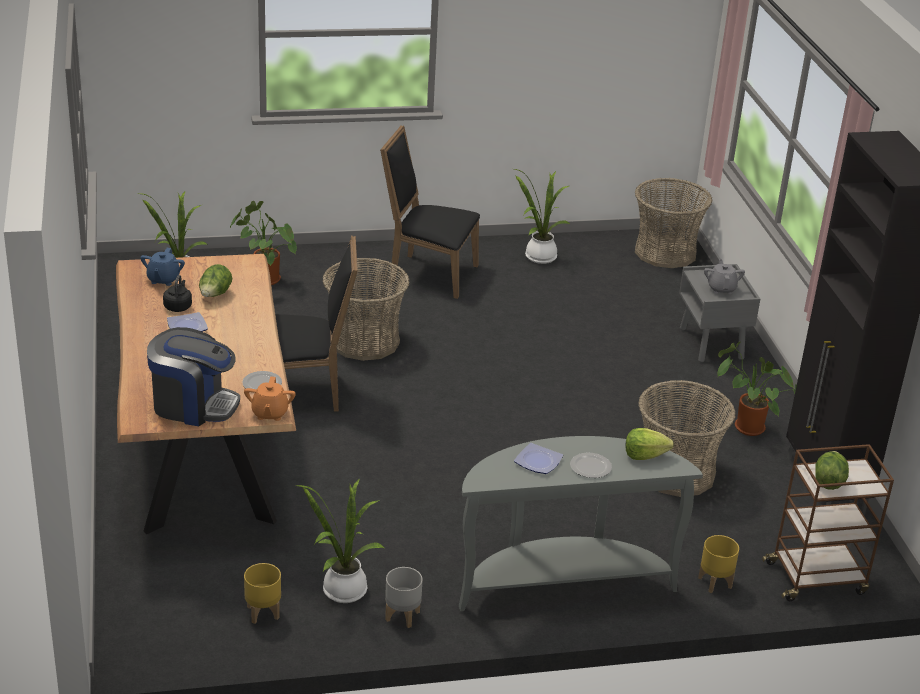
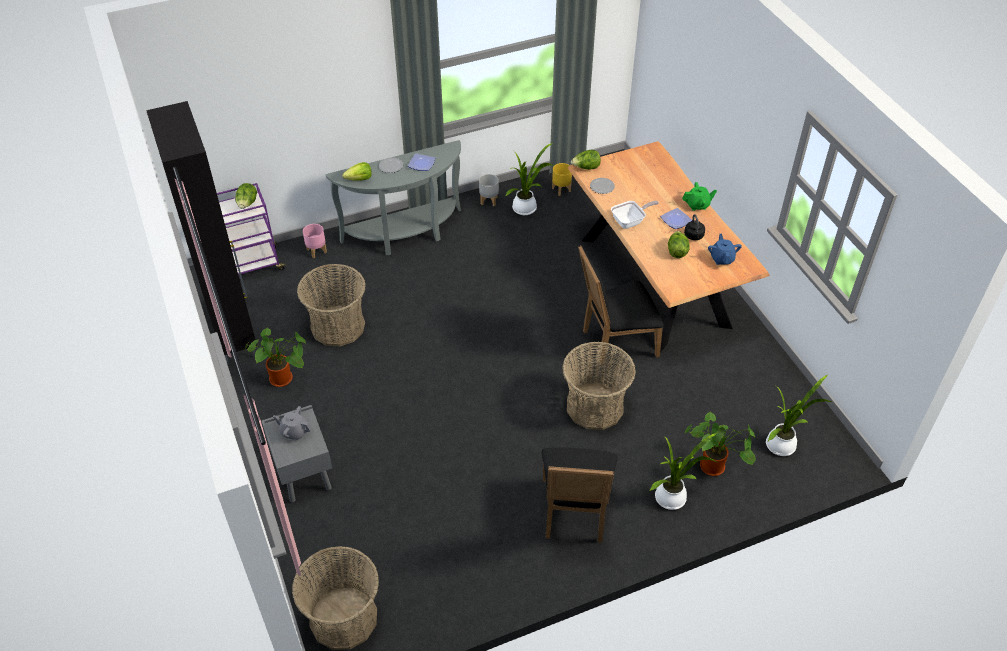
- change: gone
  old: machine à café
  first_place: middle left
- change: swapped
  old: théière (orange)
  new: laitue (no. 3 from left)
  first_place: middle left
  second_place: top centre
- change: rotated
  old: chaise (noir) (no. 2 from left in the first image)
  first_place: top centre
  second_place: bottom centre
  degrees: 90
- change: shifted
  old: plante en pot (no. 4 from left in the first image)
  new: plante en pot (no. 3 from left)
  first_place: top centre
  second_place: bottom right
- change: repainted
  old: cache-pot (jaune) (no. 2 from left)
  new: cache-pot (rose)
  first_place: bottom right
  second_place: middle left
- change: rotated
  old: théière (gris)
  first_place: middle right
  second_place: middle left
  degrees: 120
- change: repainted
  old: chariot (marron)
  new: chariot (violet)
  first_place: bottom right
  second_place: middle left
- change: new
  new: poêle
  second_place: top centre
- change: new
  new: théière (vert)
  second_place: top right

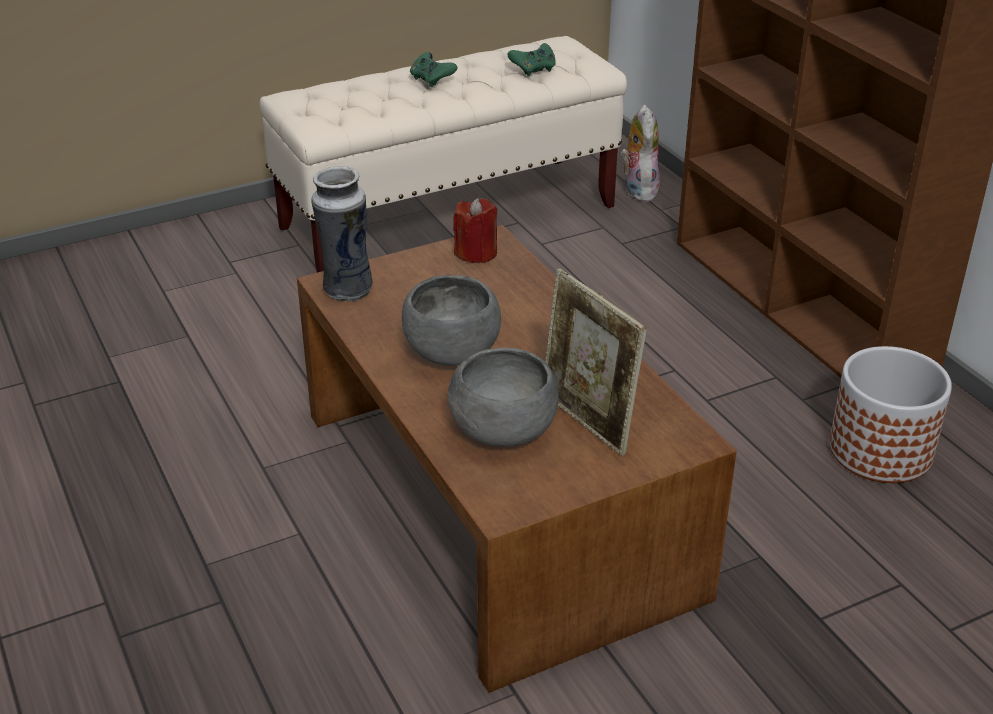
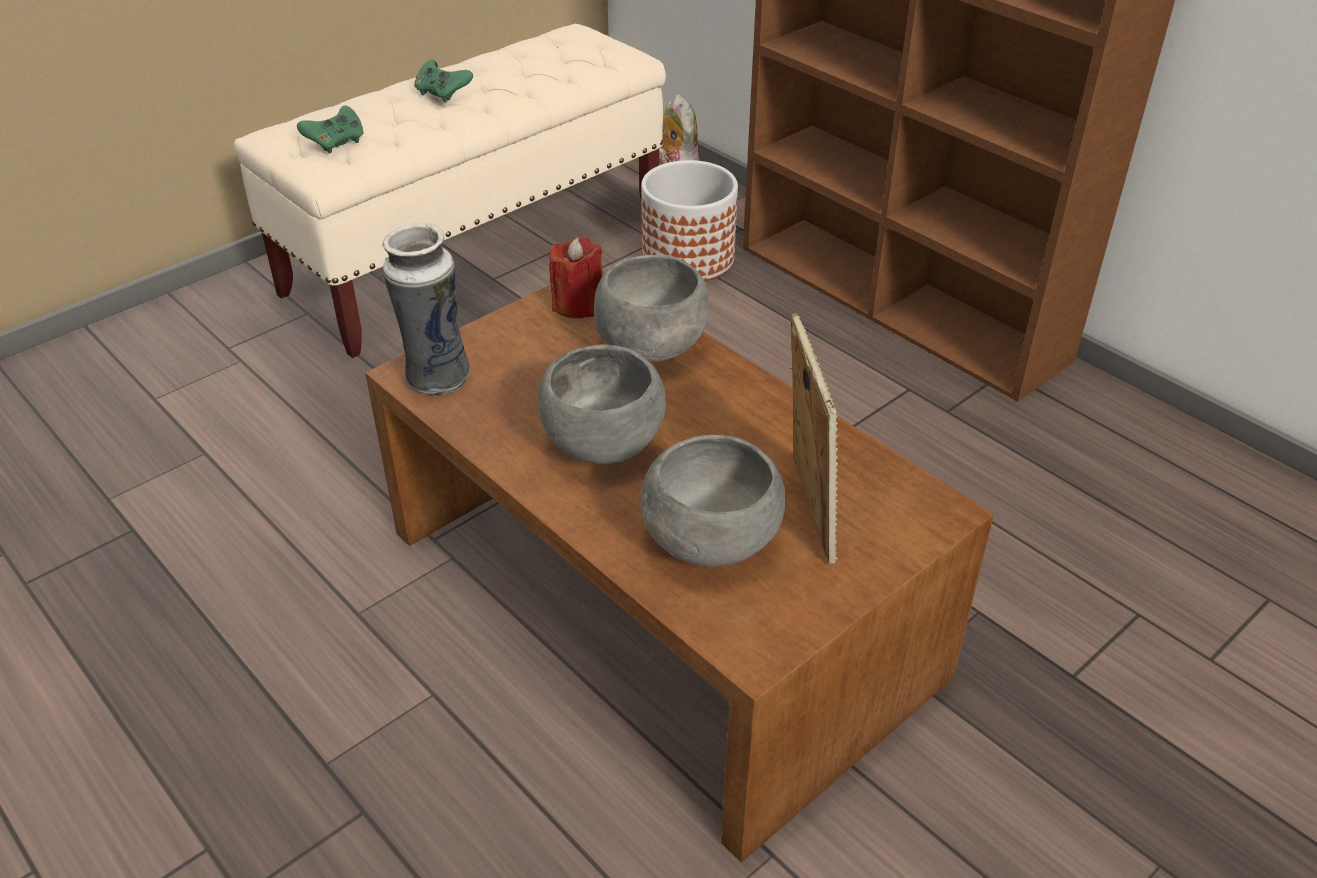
- change: shifted
  old: manette (vert) (no. 2 from left in the first image)
  new: manette (vert) (no. 1 from left)
  first_place: top centre
  second_place: top left
- change: rotated
  old: cadre photo
  first_place: centre
  second_place: centre
  degrees: -135
- change: shifted
  old: cache-pot
  first_place: middle right
  second_place: top centre
- change: new
  new: bol (gris) (no. 2 from left)
  second_place: centre

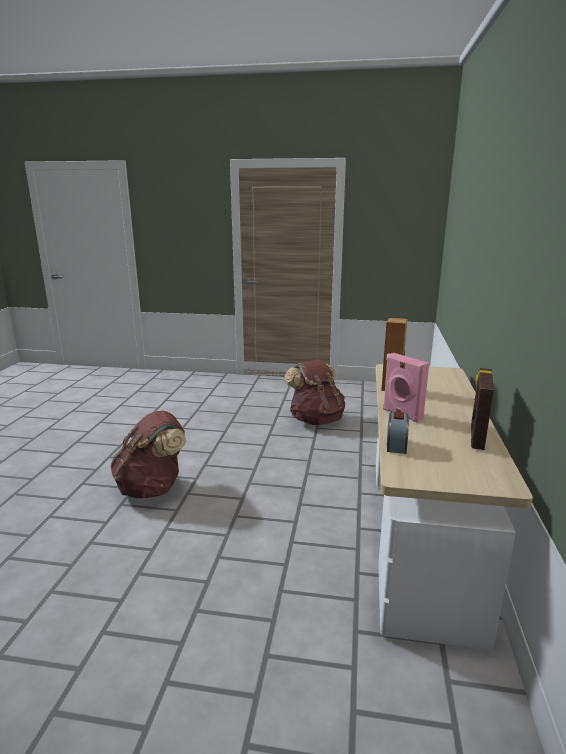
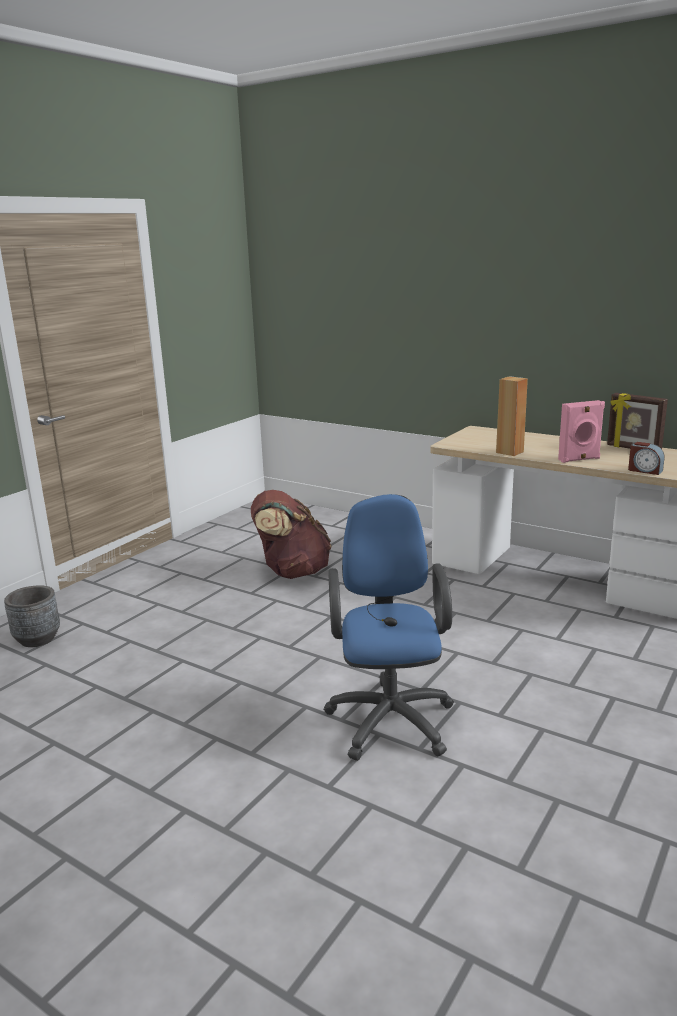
- change: swapped
  old: sac à dos (marron) (no. 1 from left)
  new: chaise de bureau (bleu)
  first_place: middle left
  second_place: centre
- change: new
  new: cache-pot (gris)
  second_place: middle left

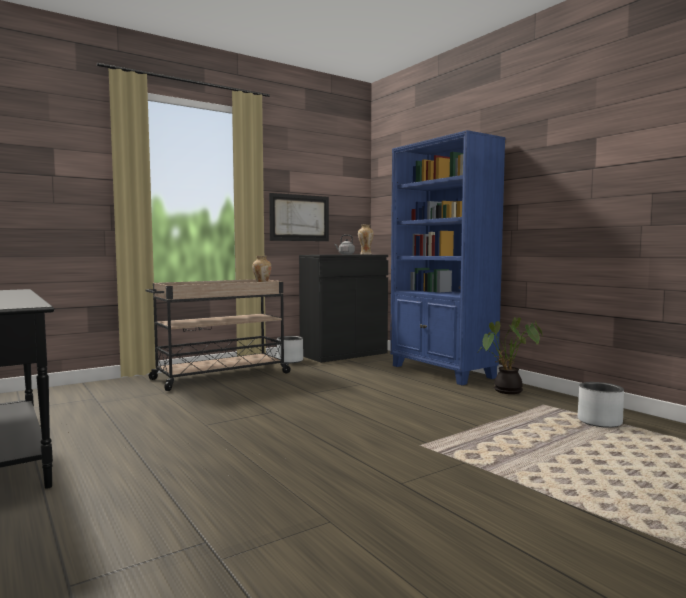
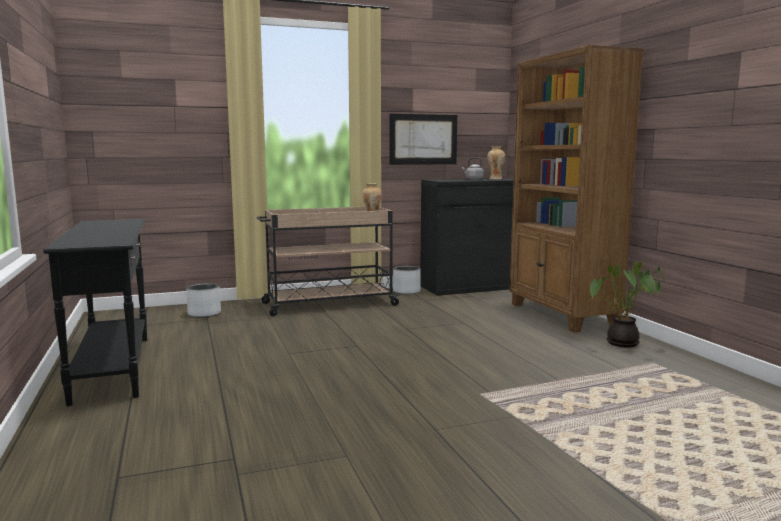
- change: repainted
  old: bibliothèque (bleu)
  new: bibliothèque (marron)
  first_place: centre
  second_place: middle right
- change: shifted
  old: cache-pot (gris) (no. 2 from left in the first image)
  new: cache-pot (gris) (no. 1 from left)
  first_place: bottom right
  second_place: middle left

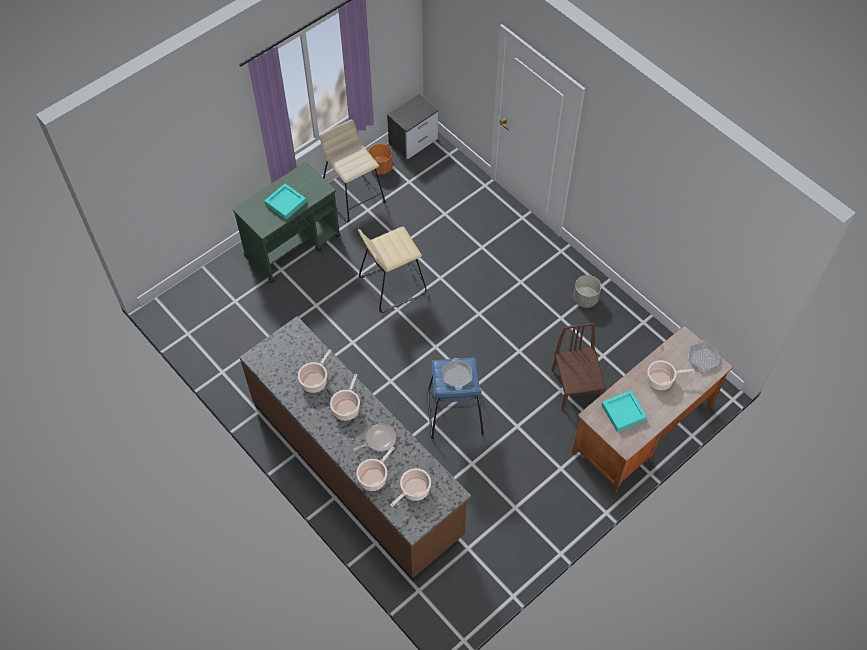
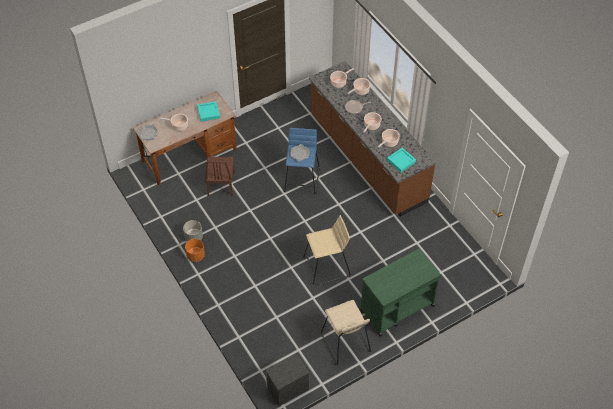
- change: shifted
  old: plateau (turquoise) (no. 1 from left in the first image)
  new: plateau (turquoise) (no. 2 from left)
  first_place: top left
  second_place: centre
- change: shifted
  old: cache-pot (orange)
  first_place: top centre
  second_place: middle left

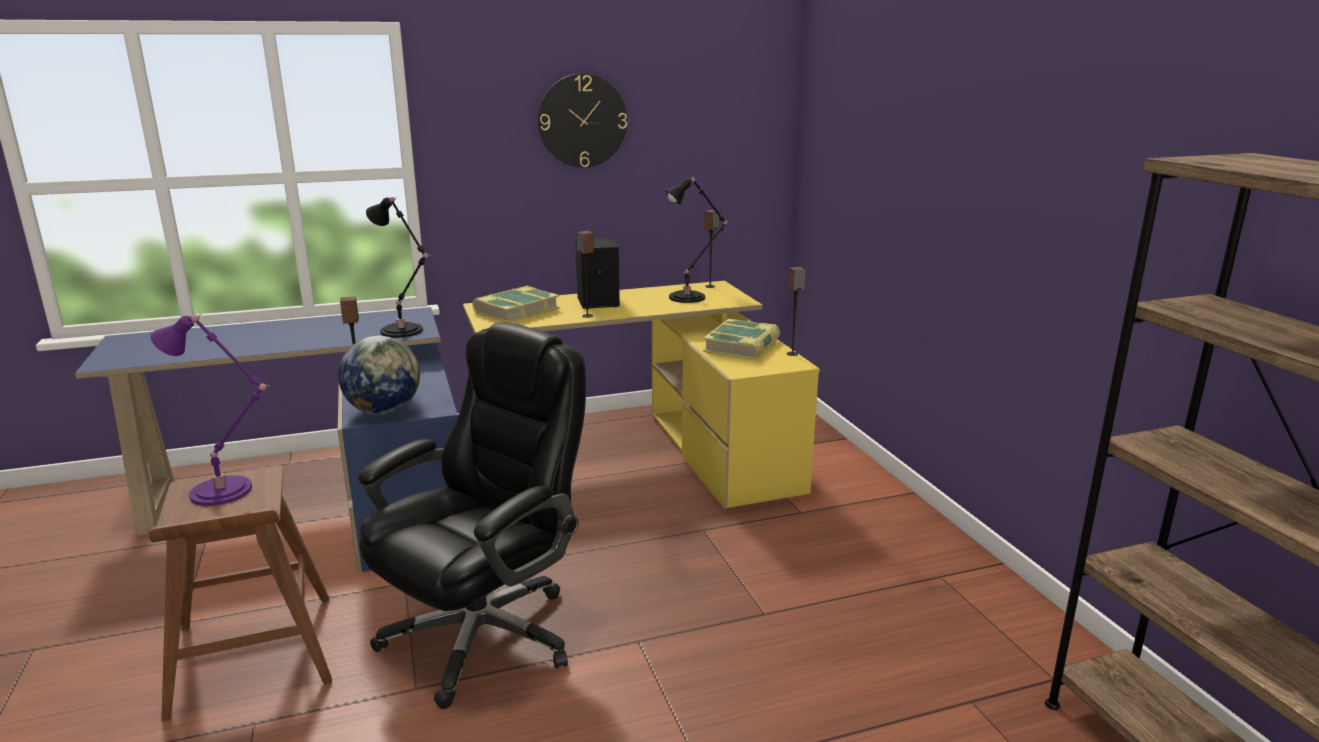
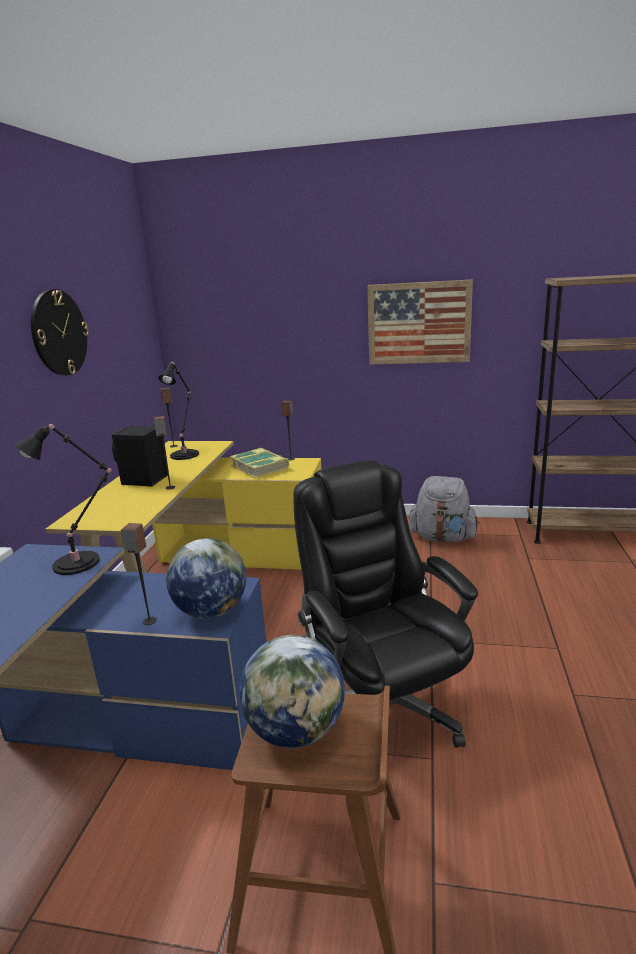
- change: swapped
  old: lampe de table (violet)
  new: globe (no. 2 from left)
  first_place: middle left
  second_place: bottom centre
- change: gone
  old: livre (no. 1 from left)
  first_place: centre
- change: new
  new: tableau
  second_place: centre
- change: new
  new: sac à dos (gris)
  second_place: middle right

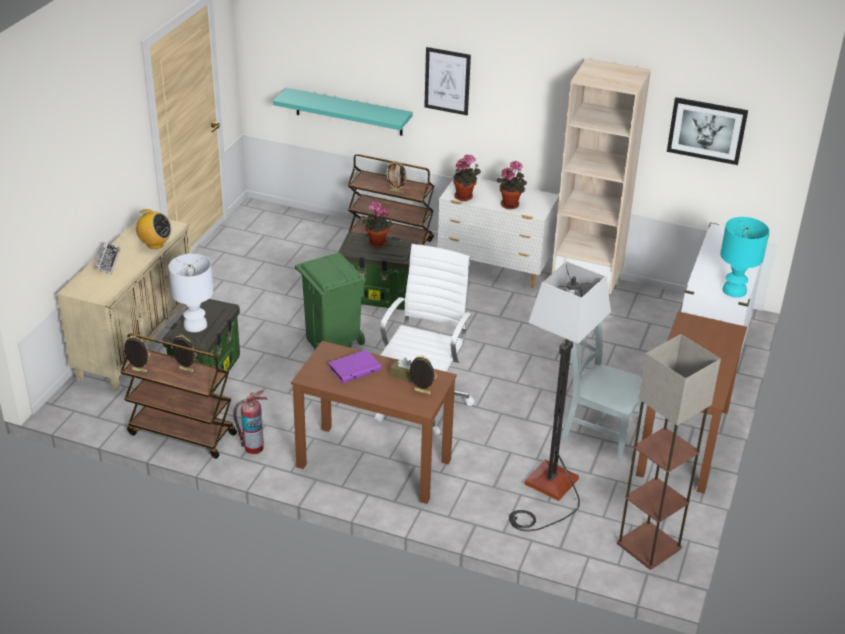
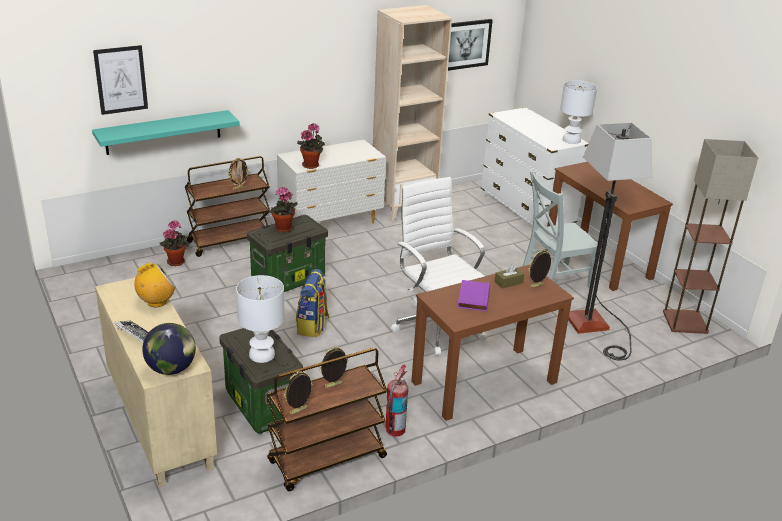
- change: swapped
  old: poubelle (vert)
  new: sac à dos
  first_place: centre
  second_place: centre
- change: shifted
  old: tableau (no. 1 from left)
  first_place: top centre
  second_place: top left
- change: shifted
  old: plante en pot (no. 3 from left in the first image)
  new: plante en pot (no. 1 from left)
  first_place: top centre
  second_place: middle left
- change: repainted
  old: lampe de table (turquoise)
  new: lampe de table (blanc) (no. 2 from left)
  first_place: middle right
  second_place: top right
- change: new
  new: globe
  second_place: bottom left

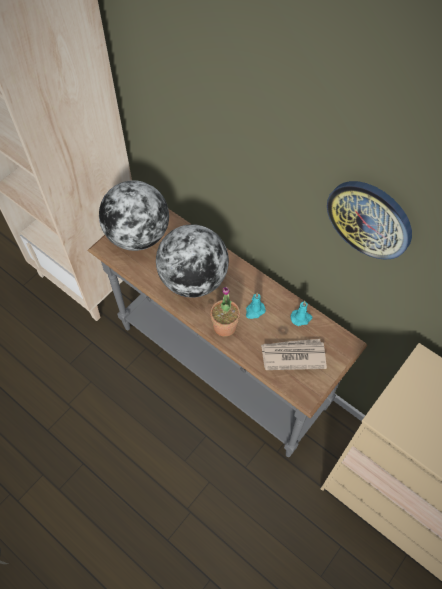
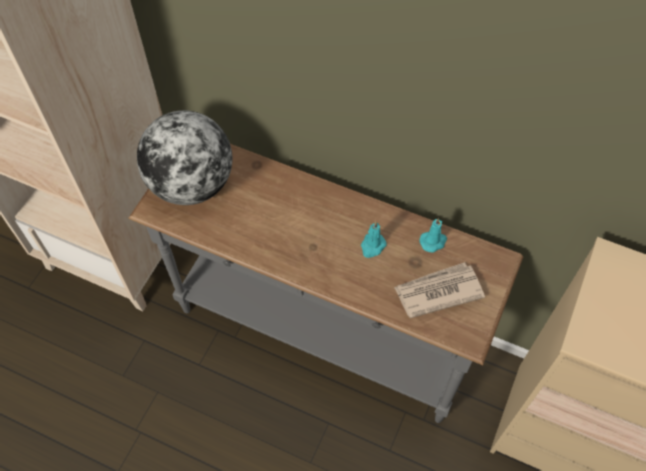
- change: gone
  old: globe (no. 2 from left)
  first_place: centre
- change: gone
  old: plante en pot
  first_place: centre
- change: gone
  old: horloge murale
  first_place: middle right

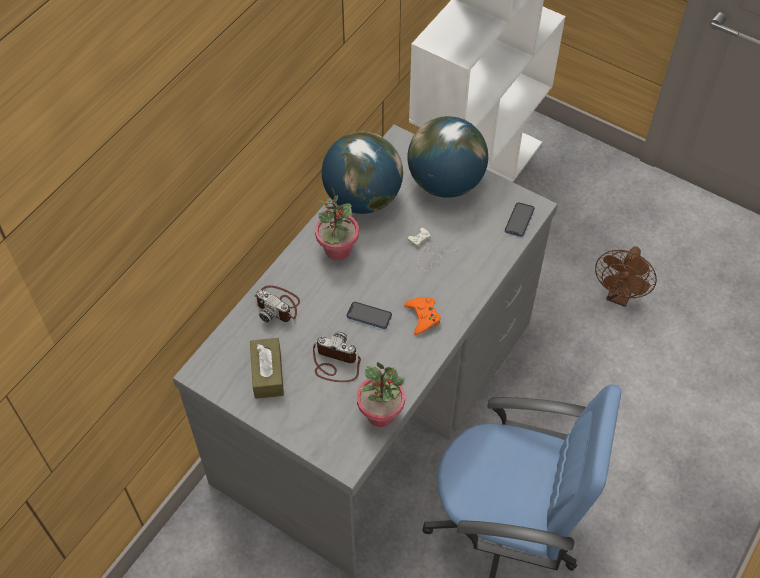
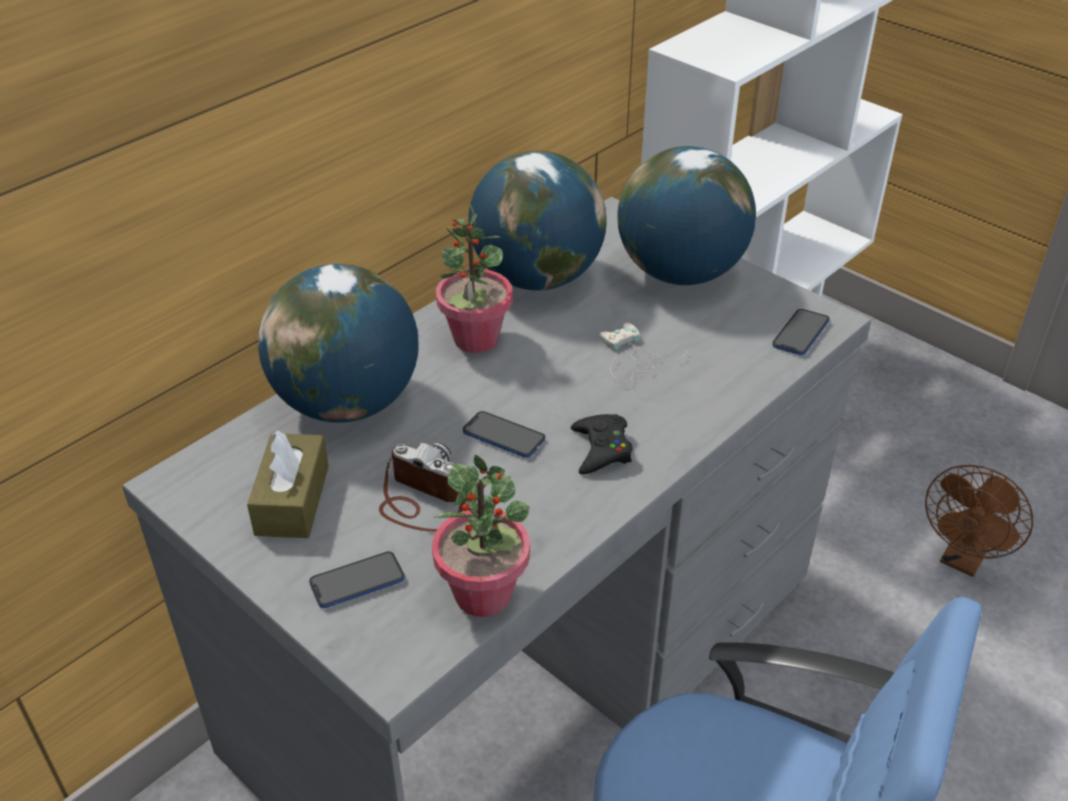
- change: swapped
  old: appareil photo (no. 1 from left)
  new: globe (no. 1 from left)
  first_place: centre
  second_place: middle left
- change: repainted
  old: manette (orange)
  new: manette (noir)
  first_place: centre
  second_place: centre
- change: new
  new: téléphone (no. 1 from left)
  second_place: bottom centre

